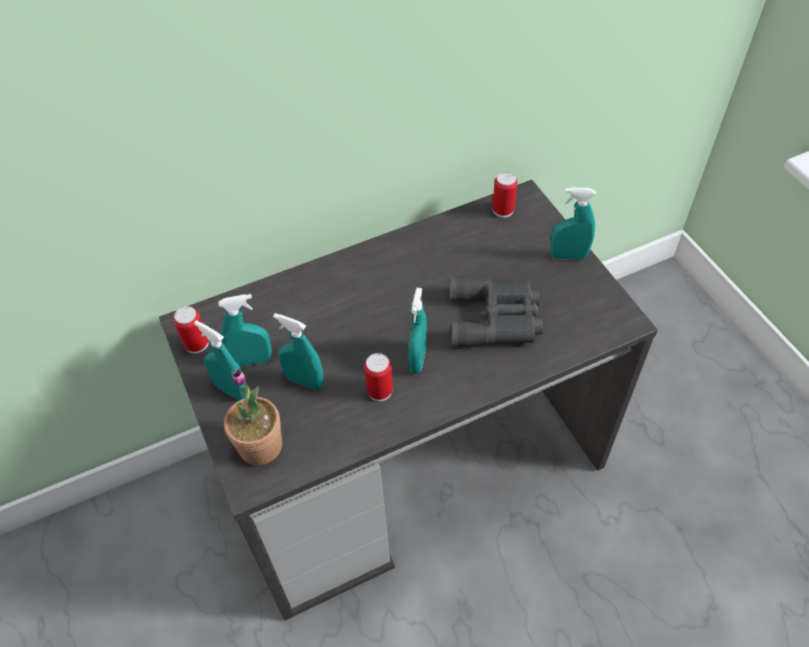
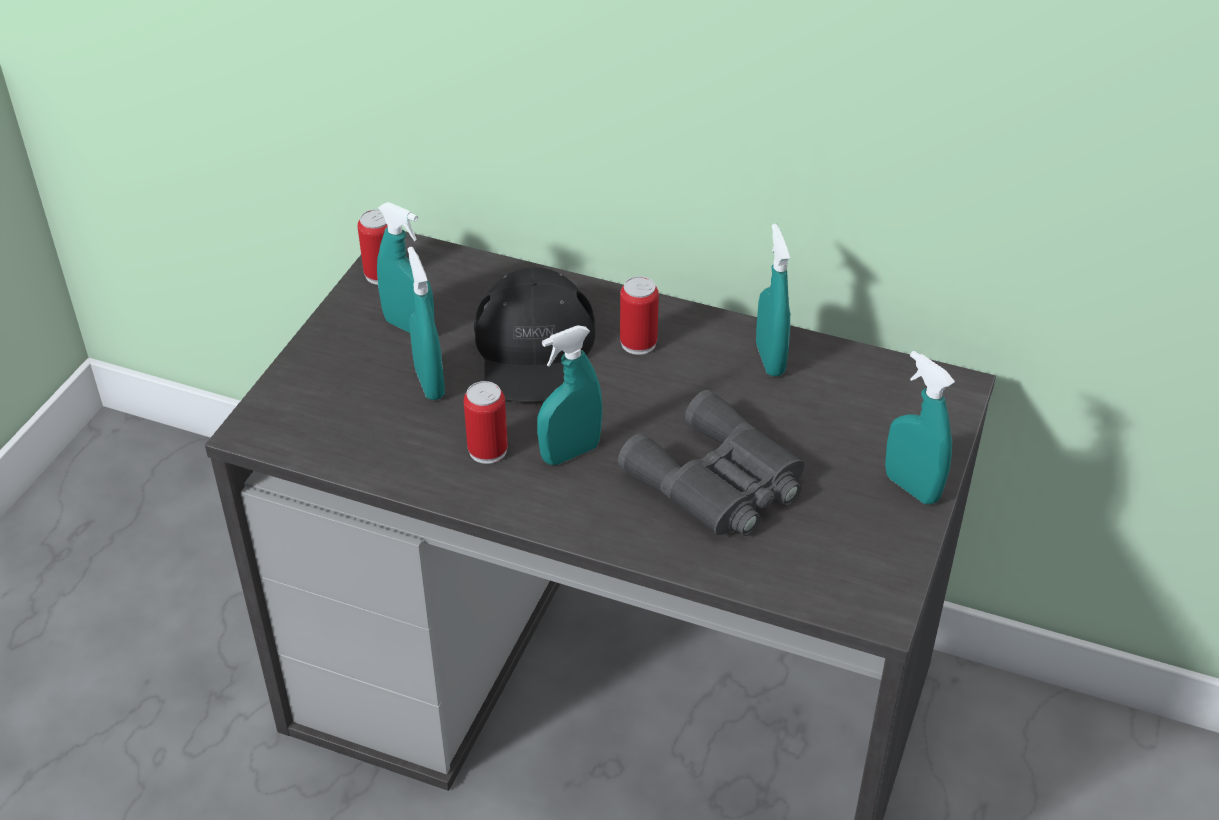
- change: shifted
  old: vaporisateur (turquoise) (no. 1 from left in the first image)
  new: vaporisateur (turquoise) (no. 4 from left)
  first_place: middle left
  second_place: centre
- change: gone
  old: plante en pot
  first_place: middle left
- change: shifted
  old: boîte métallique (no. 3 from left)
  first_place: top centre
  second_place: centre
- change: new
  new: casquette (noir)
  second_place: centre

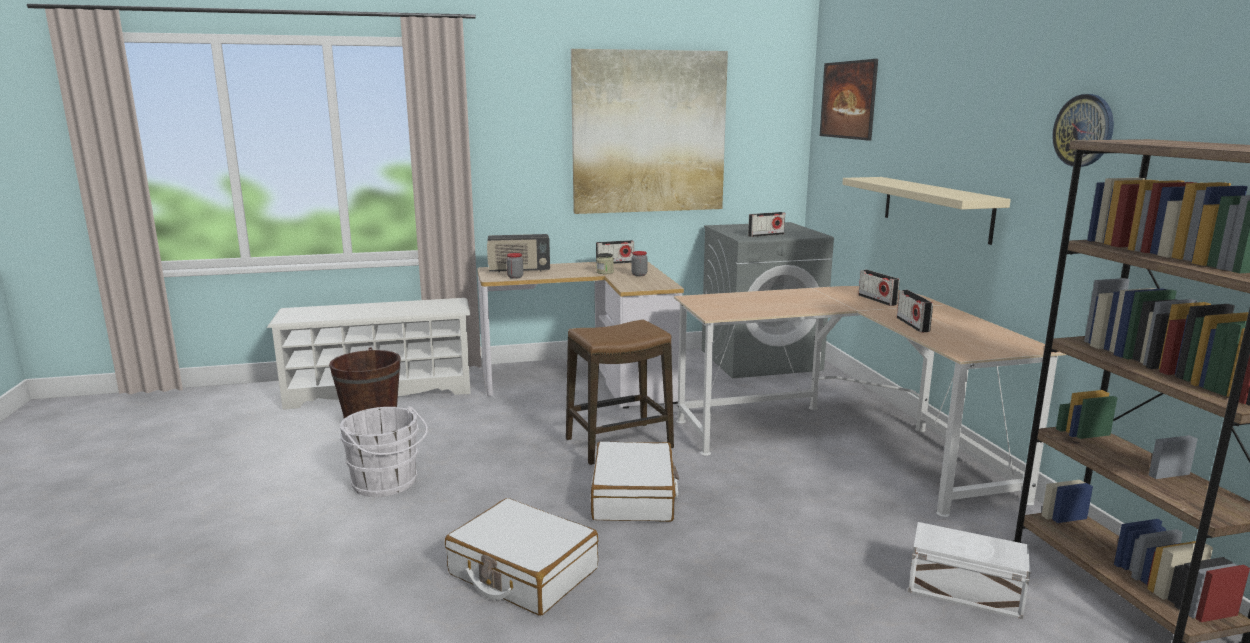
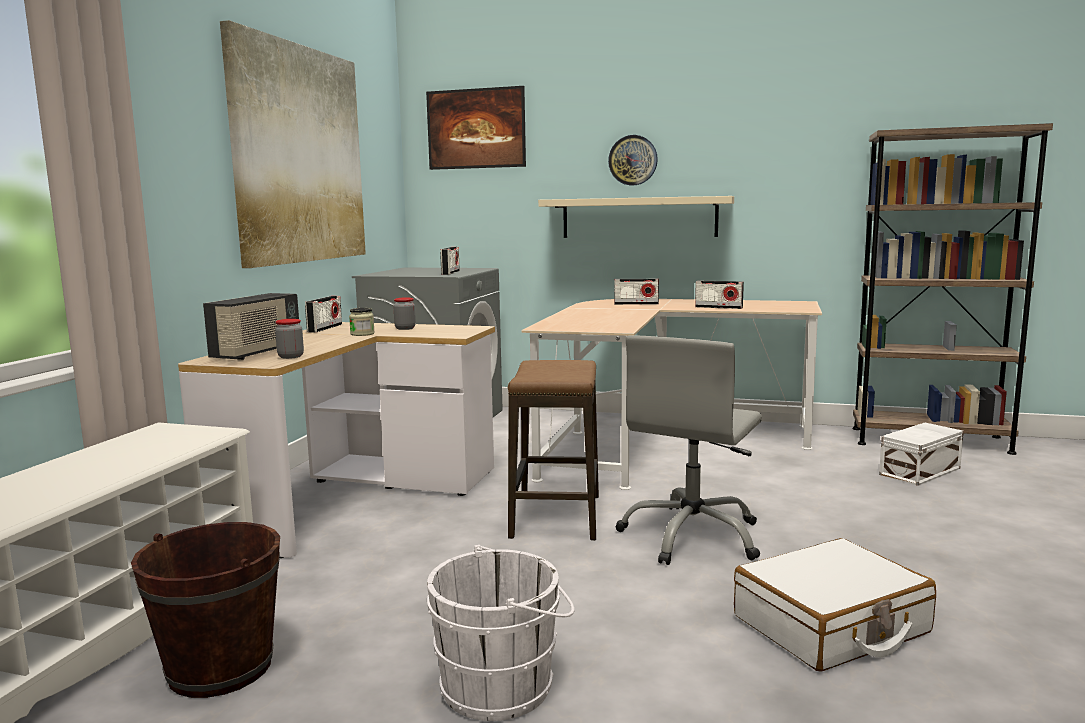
- change: swapped
  old: valise (blanc) (no. 2 from left)
  new: chaise de bureau (gris)
  first_place: bottom centre
  second_place: centre
- change: shifted
  old: horloge murale
  first_place: top right
  second_place: top centre

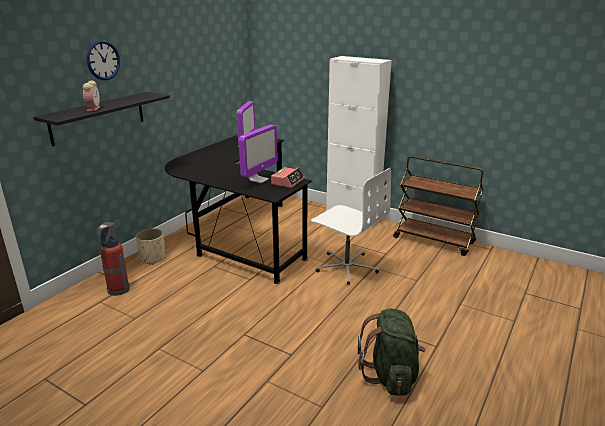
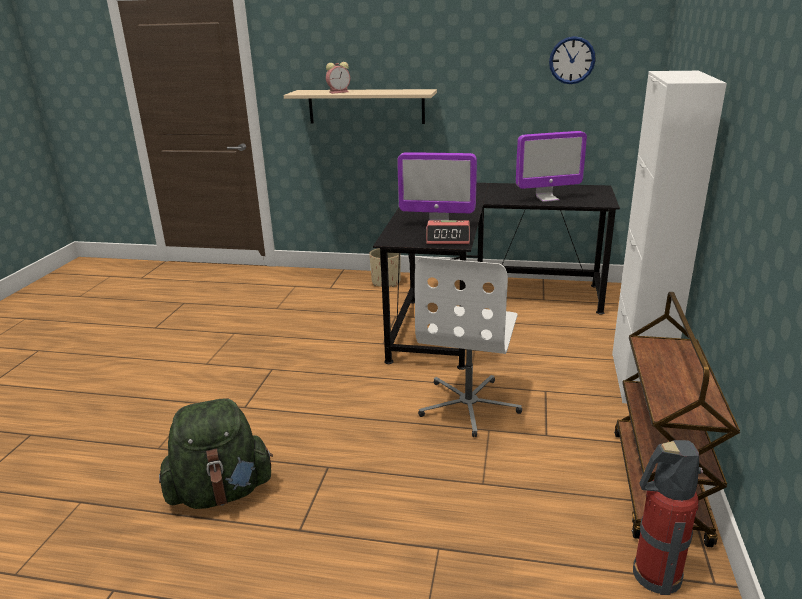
- change: repainted
  old: étagère (noir)
  new: étagère (beige)
  first_place: top left
  second_place: top centre
- change: shifted
  old: horloge murale
  first_place: top left
  second_place: top right
- change: shifted
  old: extincteur
  first_place: middle left
  second_place: bottom right

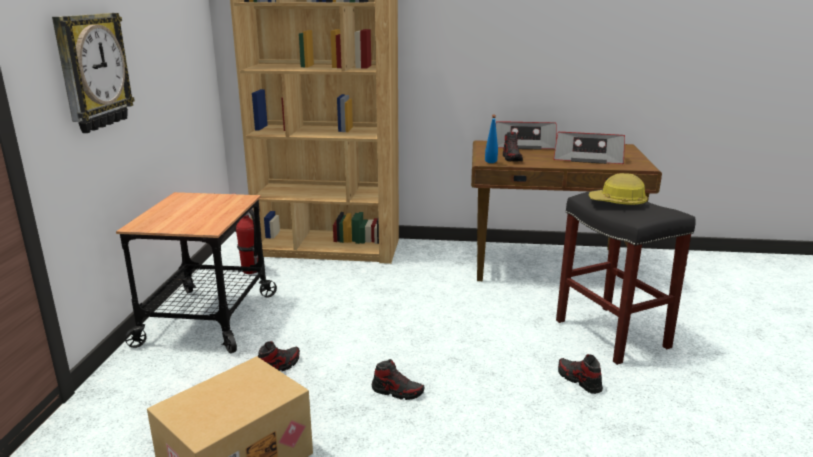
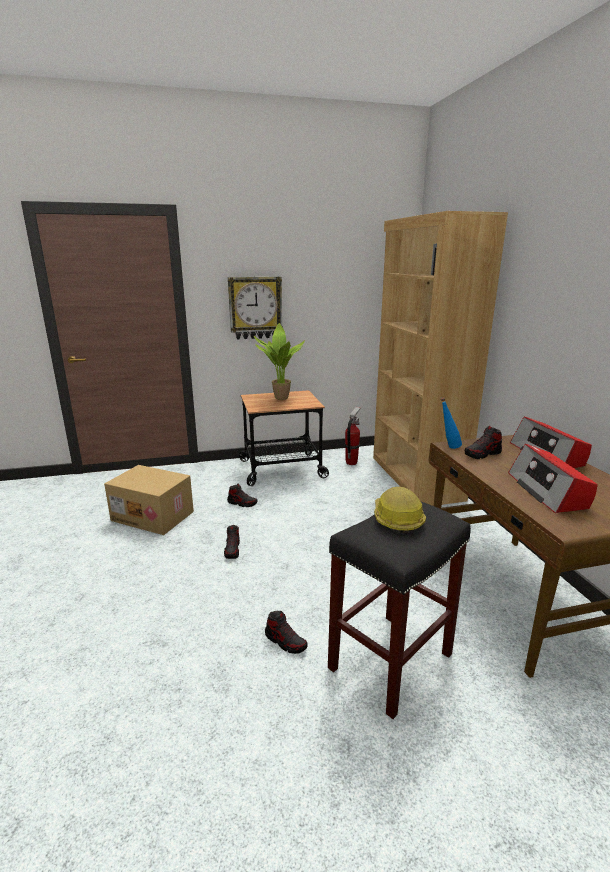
- change: rotated
  old: chaussure (no. 4 from left in the first image)
  first_place: bottom right
  second_place: bottom centre
  degrees: 90
- change: new
  new: plante en pot
  second_place: centre

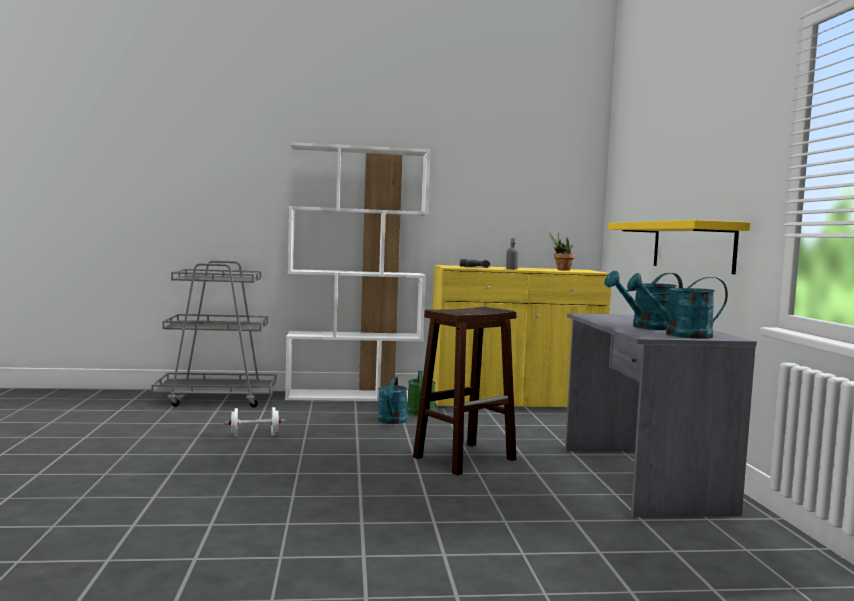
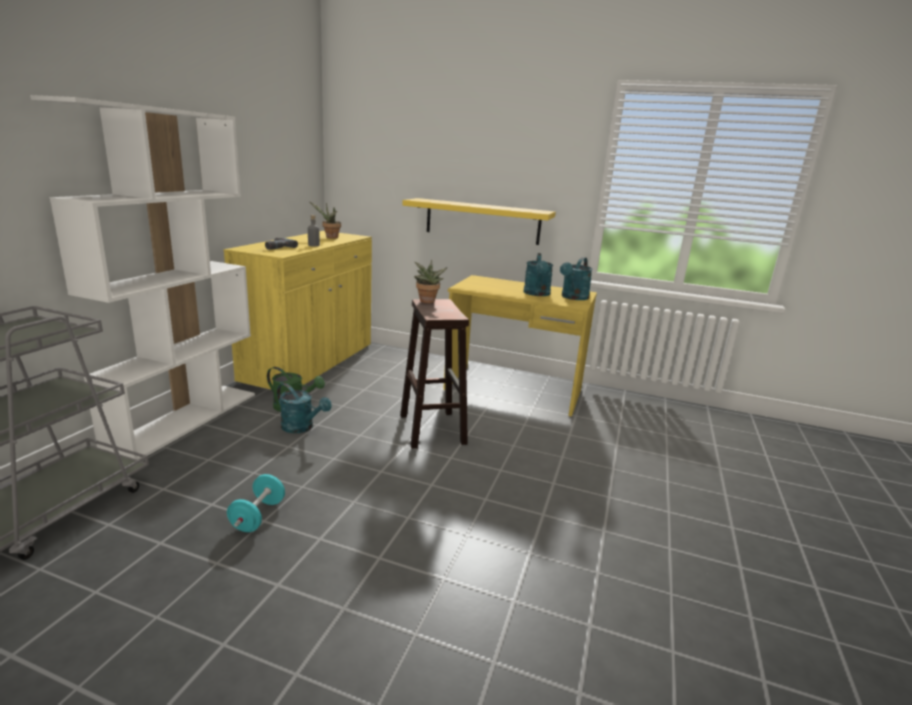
- change: repainted
  old: haltère (blanc)
  new: haltère (turquoise)
  first_place: bottom left
  second_place: bottom left
- change: repainted
  old: bureau (gris)
  new: bureau (jaune)
  first_place: bottom right
  second_place: centre
- change: new
  new: plante en pot (no. 2 from left)
  second_place: centre

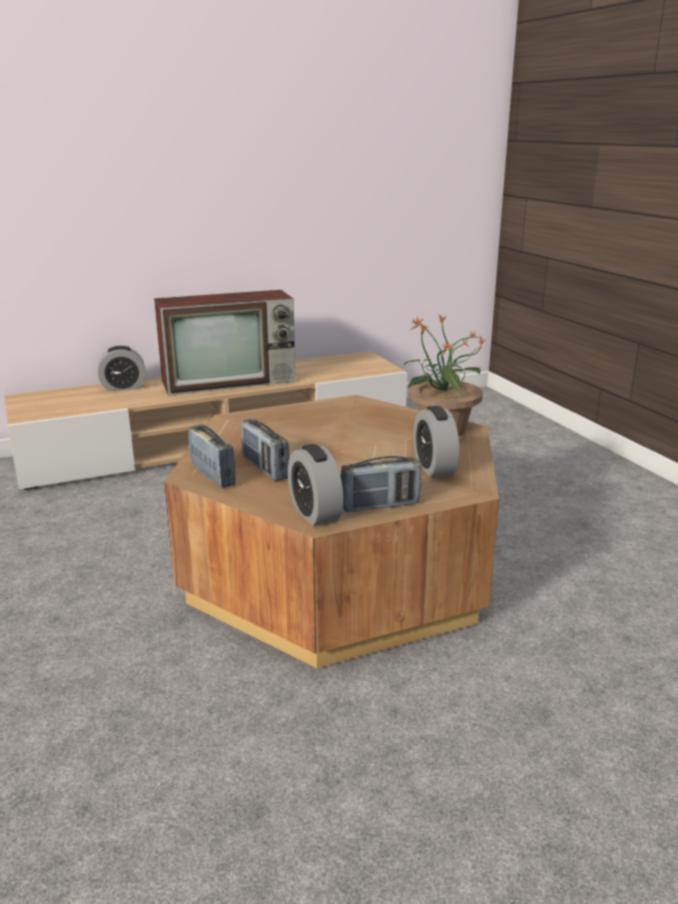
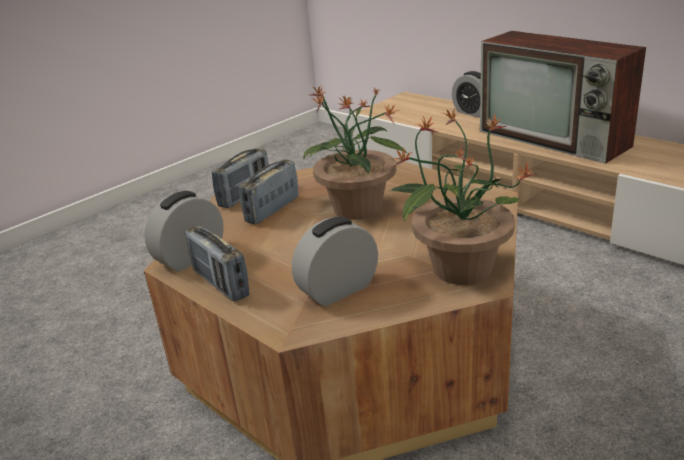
- change: new
  new: plante en pot (no. 1 from left)
  second_place: top centre

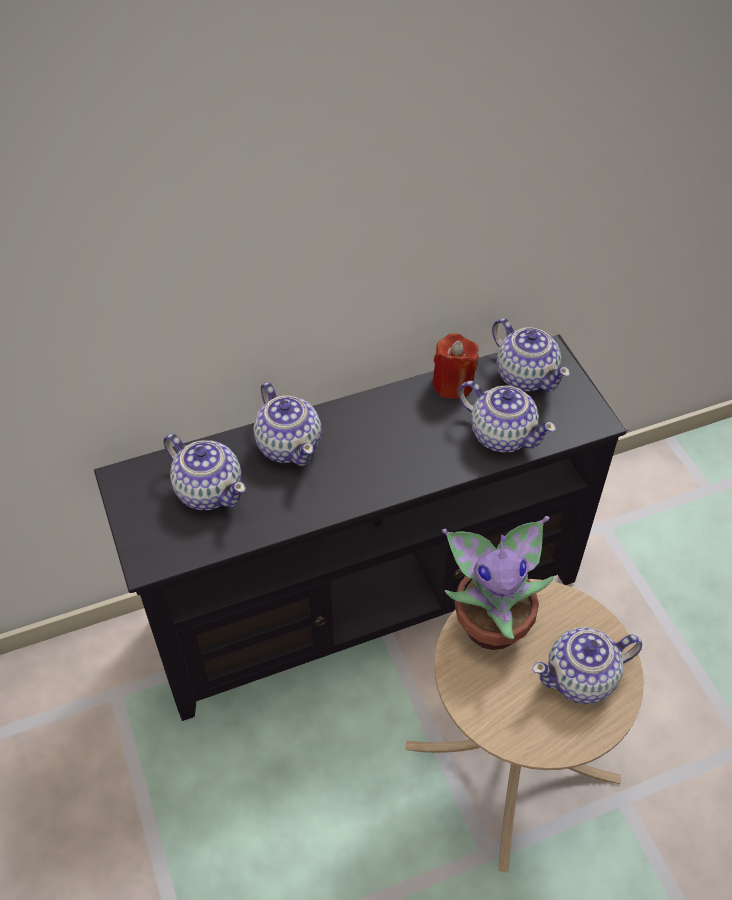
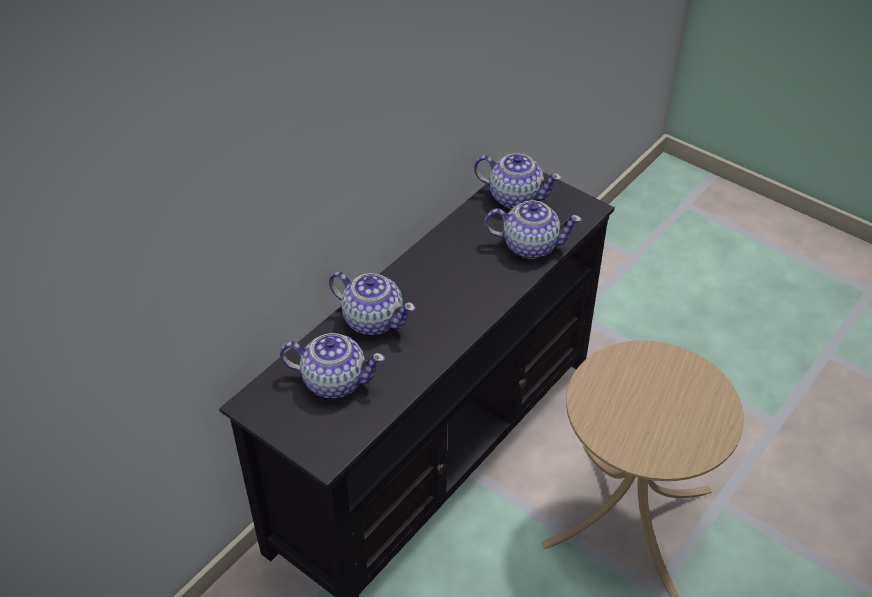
- change: gone
  old: bougie (rouge)
  first_place: centre
- change: gone
  old: plante en pot
  first_place: middle right
- change: gone
  old: théière (no. 5 from left)
  first_place: bottom right

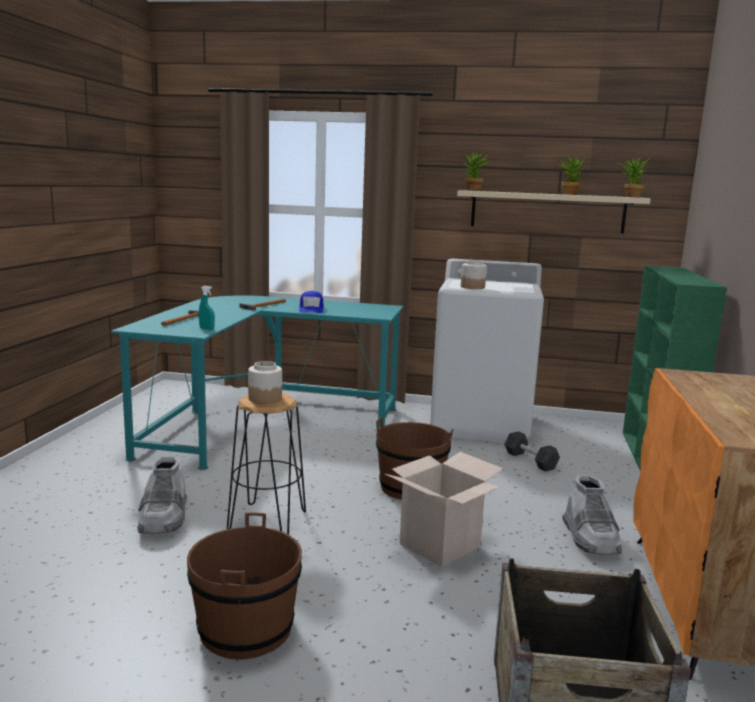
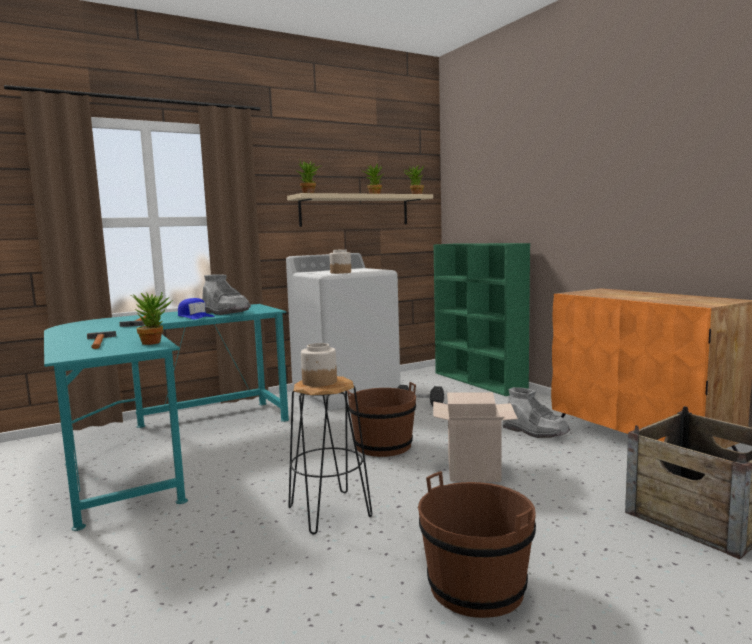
- change: shifted
  old: botte (gris) (no. 1 from left)
  first_place: bottom left
  second_place: middle left
- change: swapped
  old: vaporisateur (turquoise)
  new: plante en pot (no. 1 from left)
  first_place: middle left
  second_place: middle left

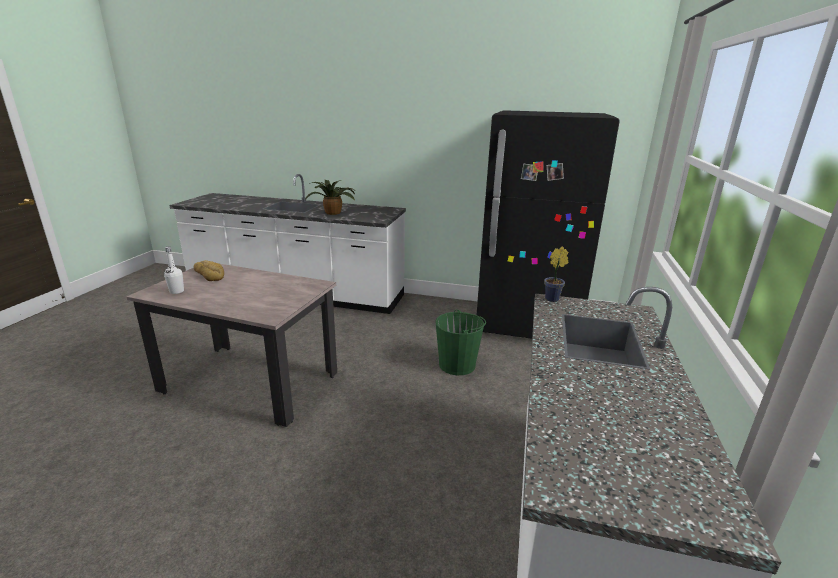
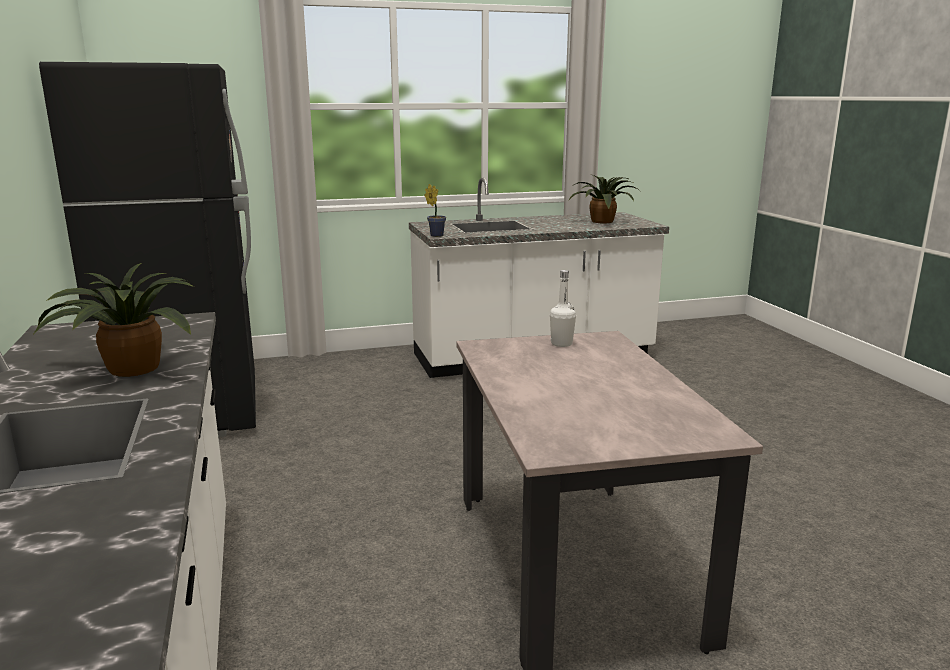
- change: shifted
  old: bouteille (blanc)
  first_place: middle left
  second_place: centre
- change: gone
  old: pain
  first_place: middle left
- change: gone
  old: seau (vert)
  first_place: centre
- change: new
  new: plante en pot (no. 3 from left)
  second_place: top centre

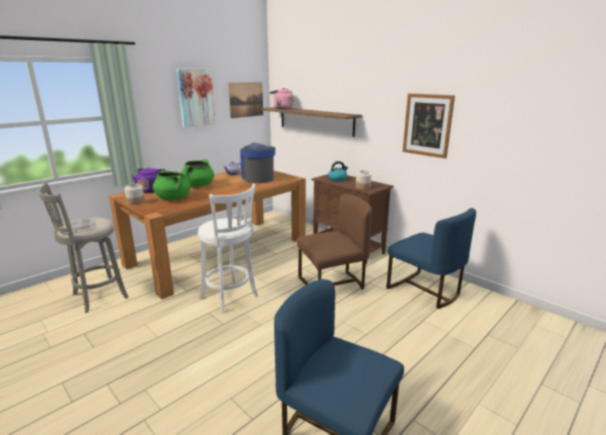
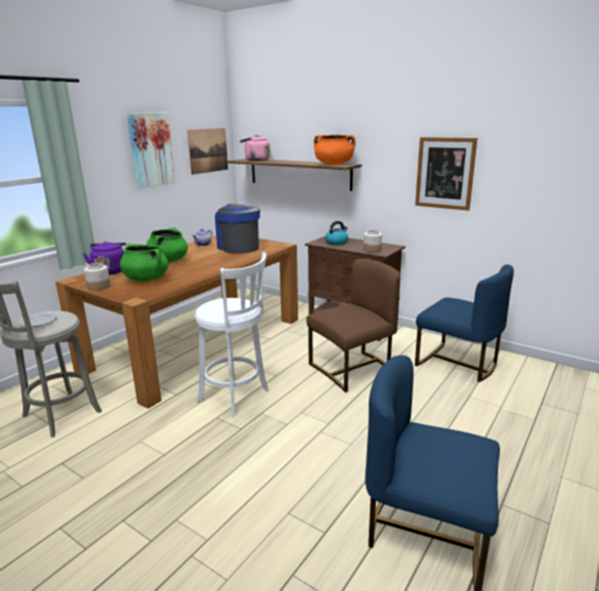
- change: new
  new: marmite (orange)
  second_place: top centre

